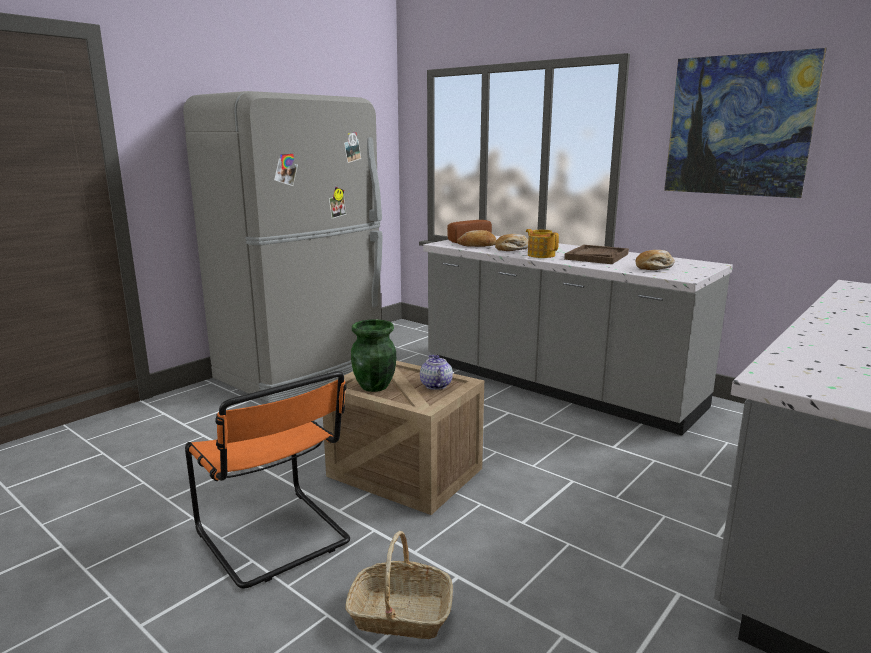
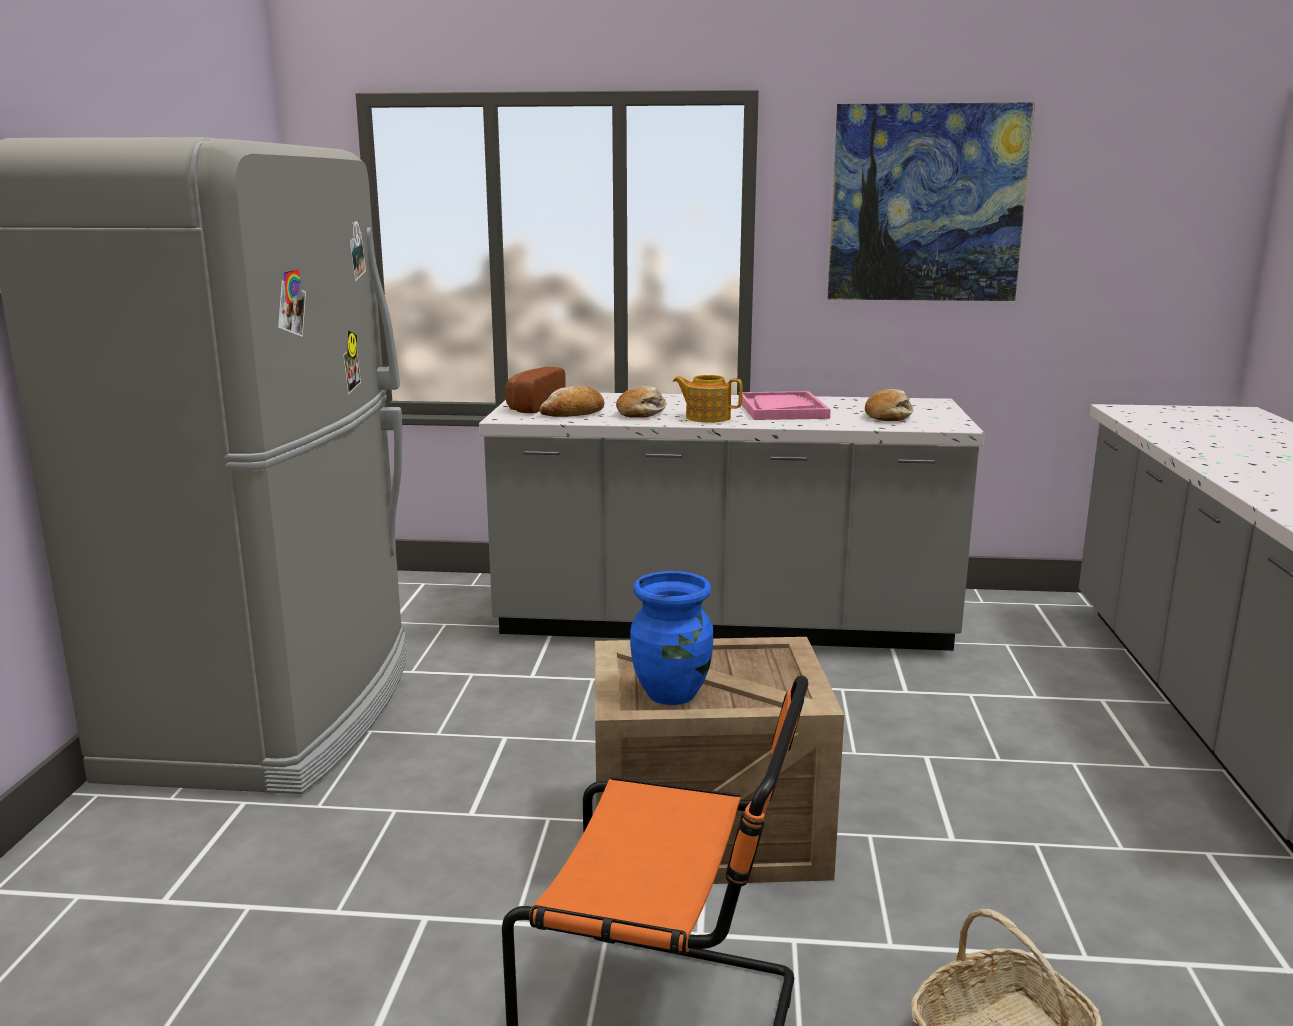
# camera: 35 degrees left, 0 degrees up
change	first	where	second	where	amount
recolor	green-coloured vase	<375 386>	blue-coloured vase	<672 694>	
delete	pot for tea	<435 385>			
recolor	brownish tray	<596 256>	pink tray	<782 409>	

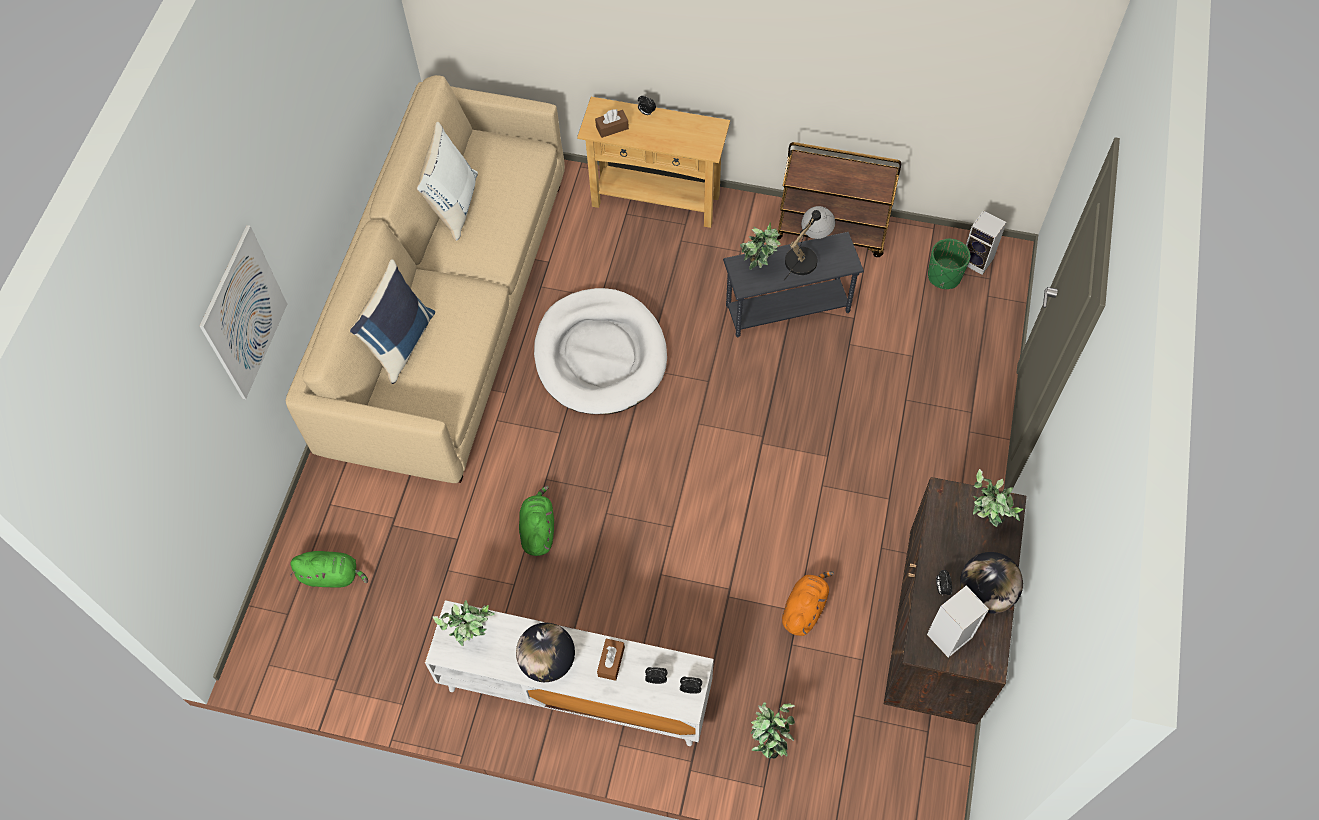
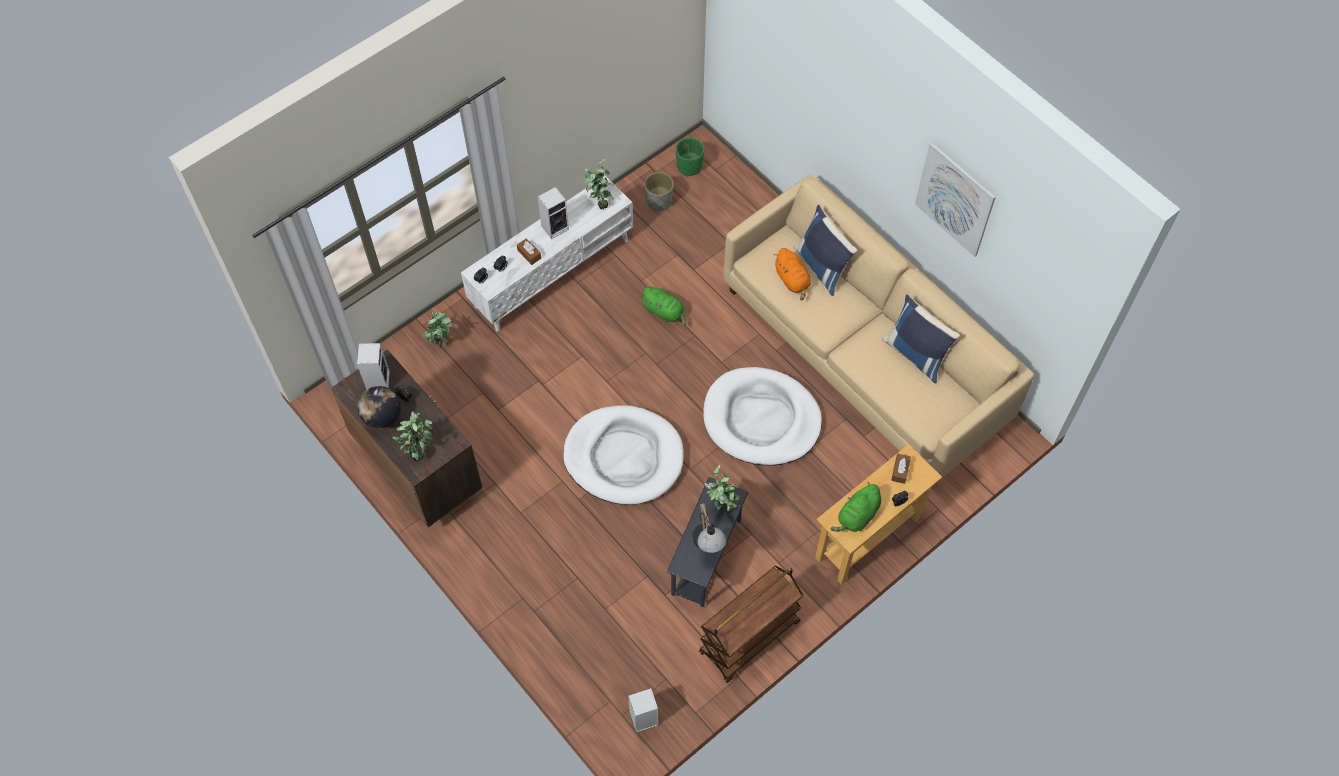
# camera: 125 degrees right, 0 degrees up
change	first	where	second	where	amount
move	picture	<244 314>		<954 199>	
move	green-coloured plush toy	<332 575>		<857 516>	
recolor	white throw pillow	<453 205>	blue-coloured throw pillow	<916 354>	
replace	world globe	<548 661>	speaker	<555 227>	
move	orange plush toy	<804 609>		<792 280>	
move	green-coloured plant pot	<944 276>		<689 167>	
insert			white pet bed	<624 457>	
insert			gray plant pot	<658 201>	

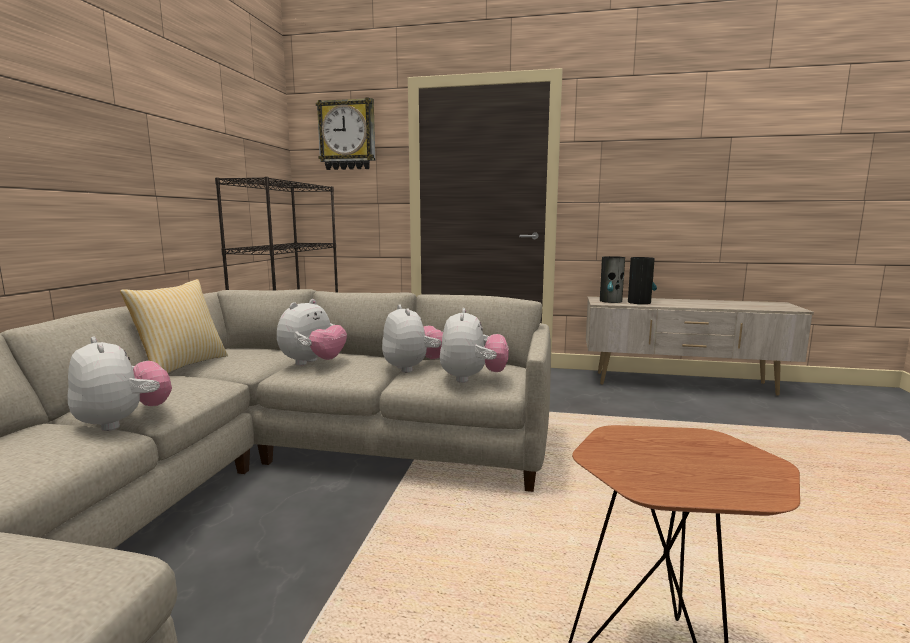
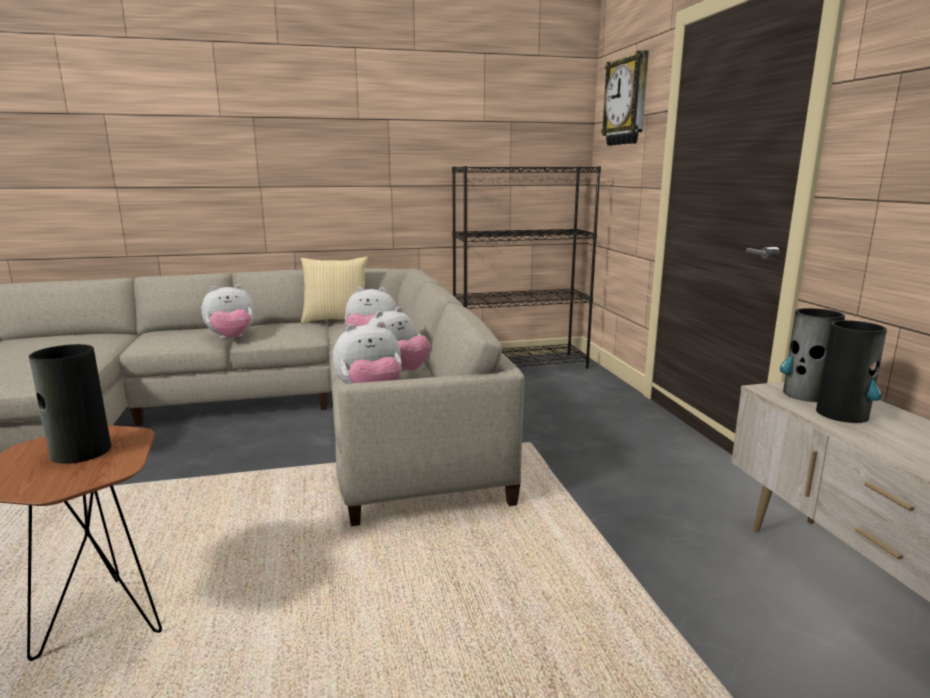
# camera: 65 degrees right, 5 degrees up
change	first	where	second	where	amount
rotate	plush toy	<123 422>		<232 339>	45 degrees clockwise
insert			vase	<80 452>	

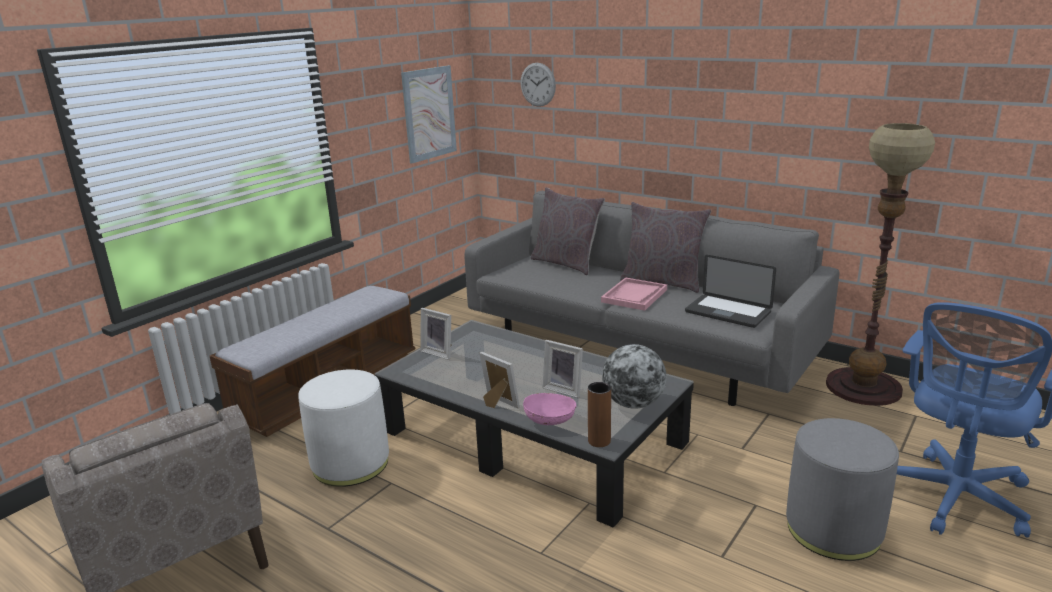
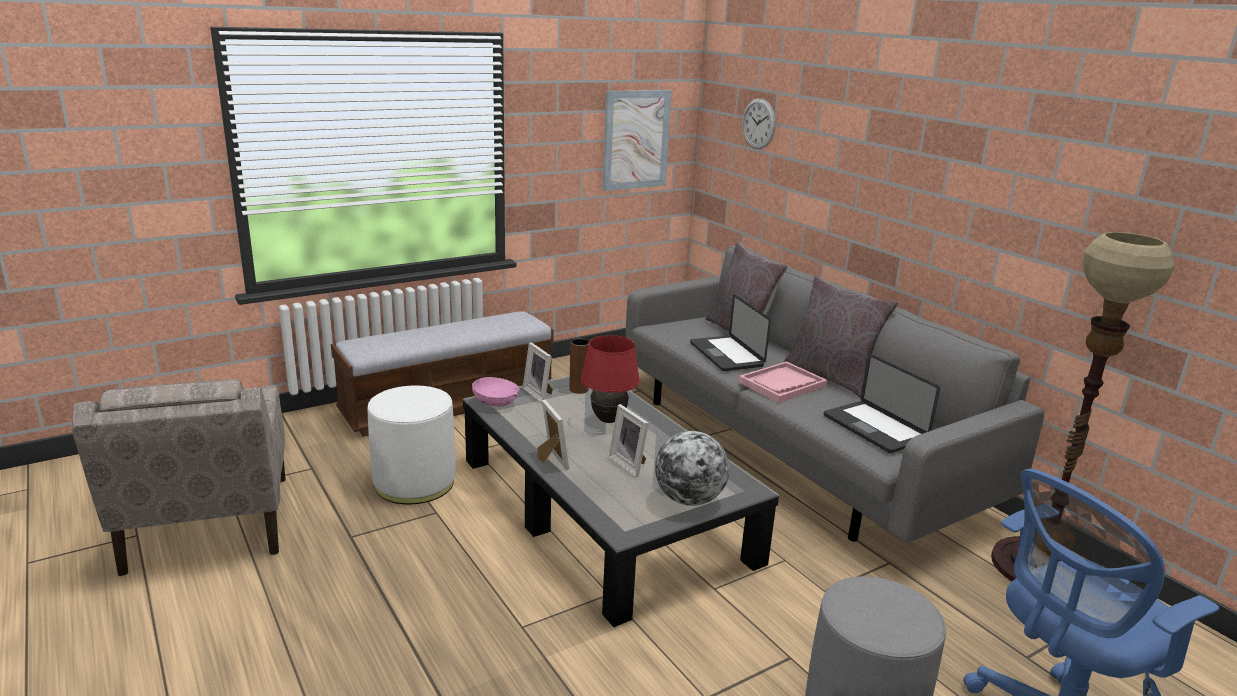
# camera: 20 degrees right, 0 degrees up
change	first	where	second	where	amount
move	pink bowl	<550 420>		<496 403>	
move	brownish vase	<599 441>		<578 389>	
insert			reddish tabletop lamp	<608 420>	
insert			portable computer	<726 355>	

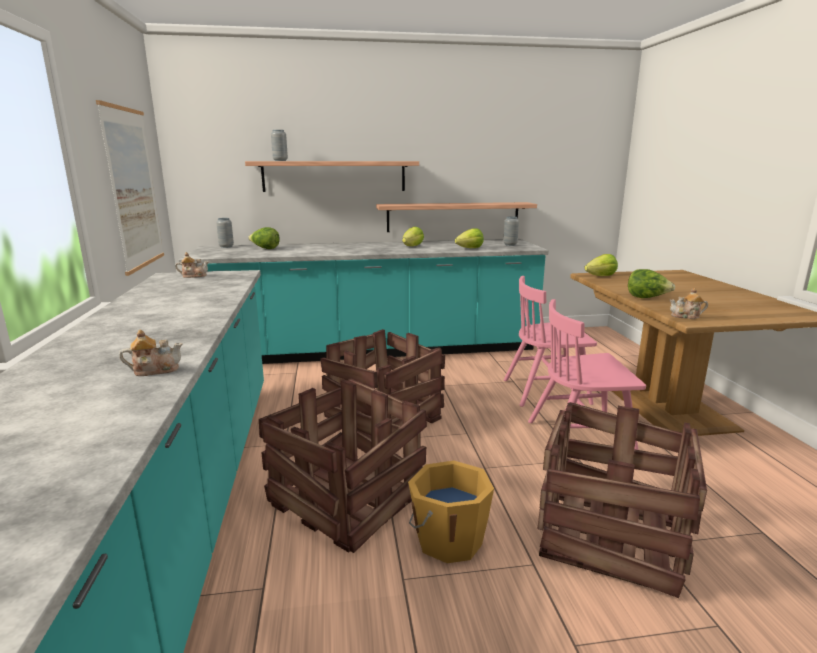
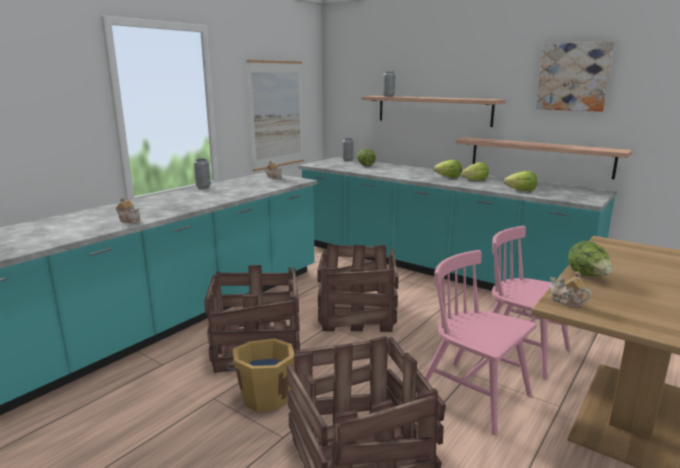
# camera: 45 degrees right, 0 degrees up
change	first	where	second	where	amount
move	gray vase	<510 244>		<203 187>	
move	head of lettuce	<601 276>		<448 177>	
insert			picture	<573 77>	

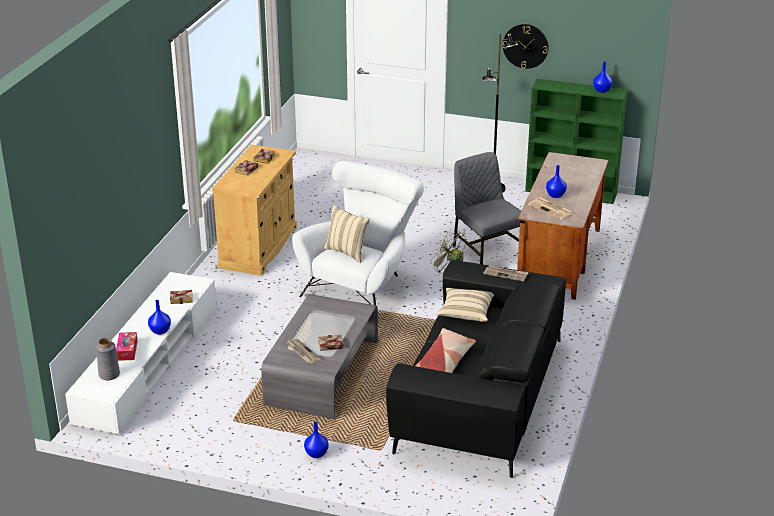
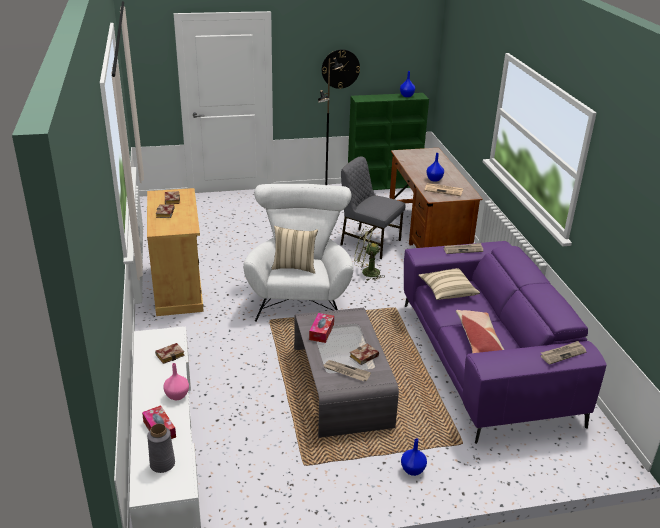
# camera: 30 degrees left, 0 degrees up
change	first	where	second	where	amount
recolor	blue-coloured vase	<159 331>	pink vase	<176 396>	
recolor	blackish sofa	<479 394>	purplish sofa	<485 361>	
insert			tissue holder	<321 332>	
insert			newspaper	<563 353>	

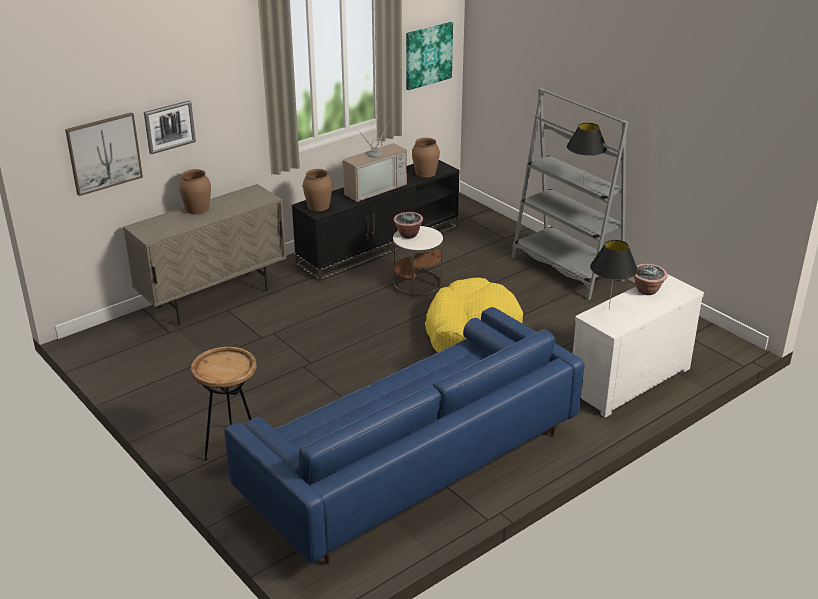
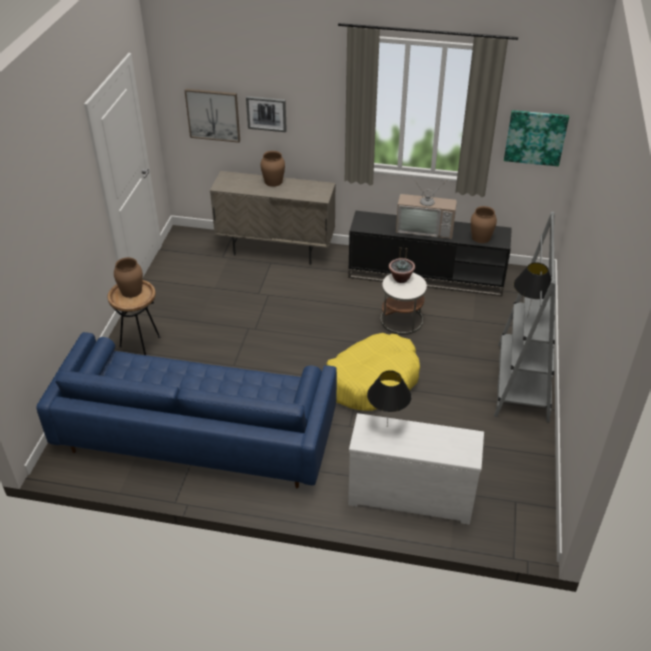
# camera: 50 degrees right, 10 degrees up
change	first	where	second	where	amount
move	brownish vase	<318 206>		<131 291>	
delete	houseplant	<647 290>			

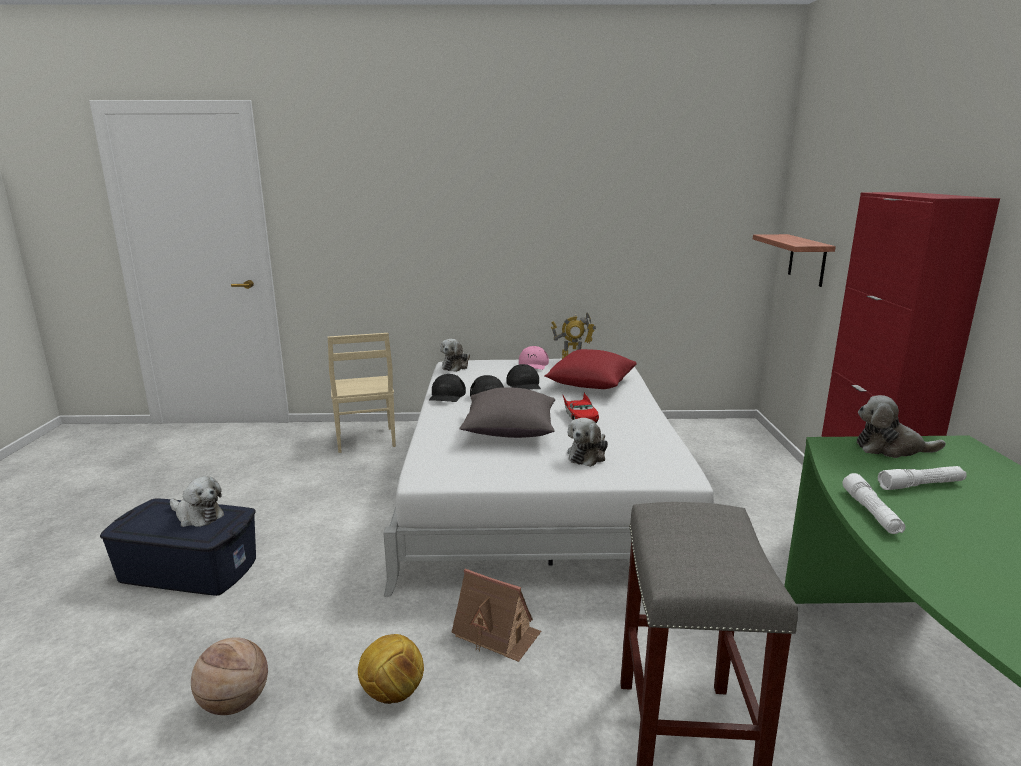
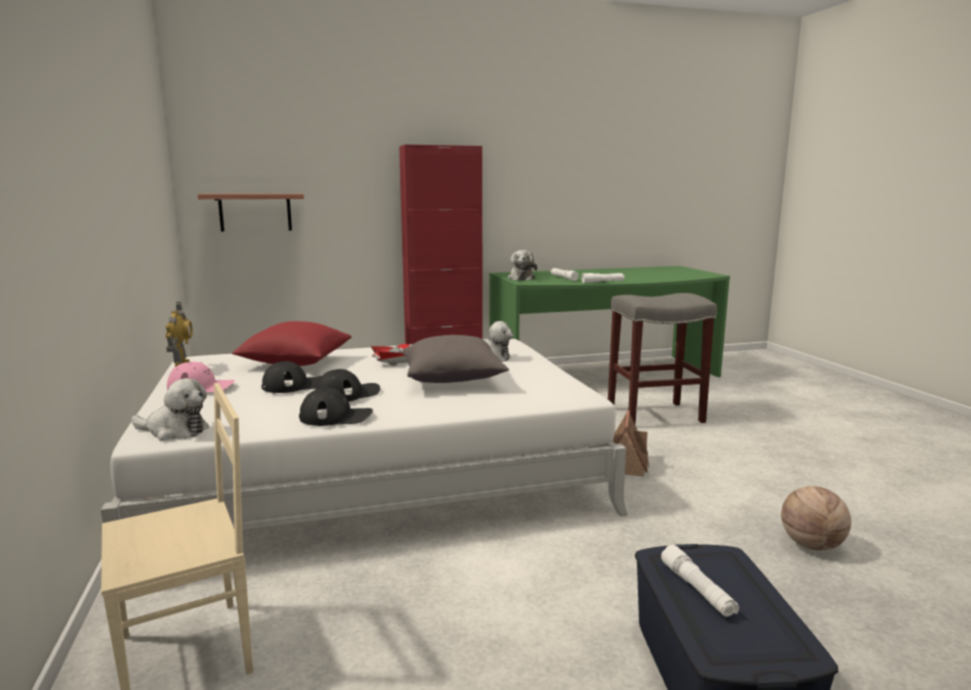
# camera: 105 degrees left, 5 degrees down
change	first	where	second	where	amount
replace	plush toy	<197 516>	white flashlight	<697 590>	
delete	ball for football	<392 693>			

